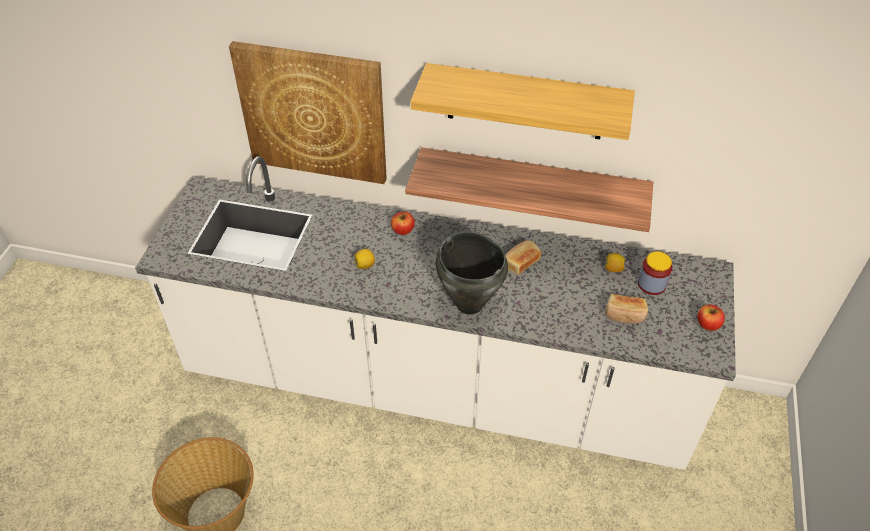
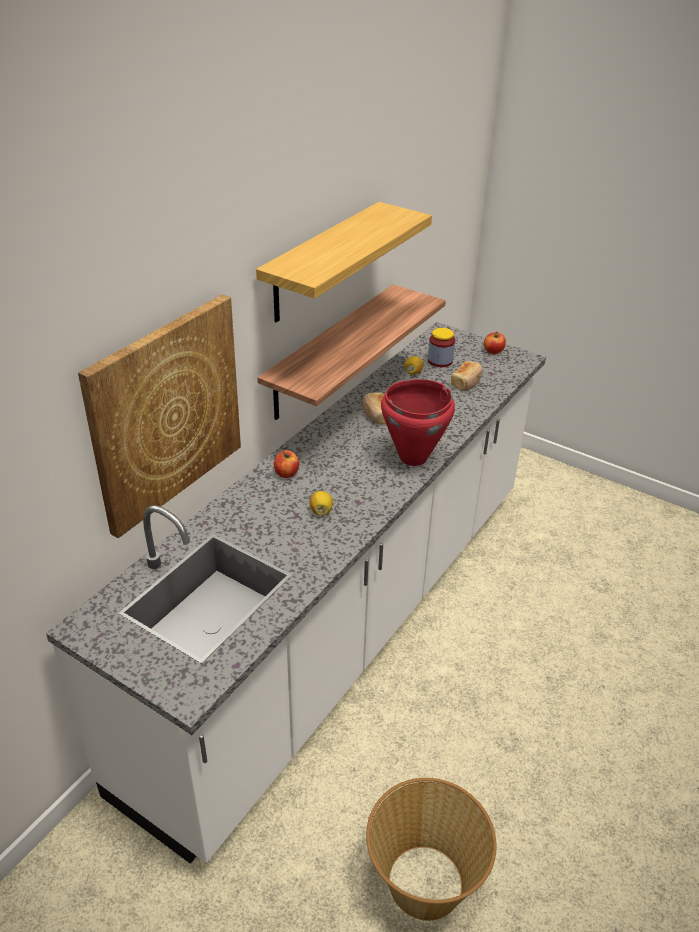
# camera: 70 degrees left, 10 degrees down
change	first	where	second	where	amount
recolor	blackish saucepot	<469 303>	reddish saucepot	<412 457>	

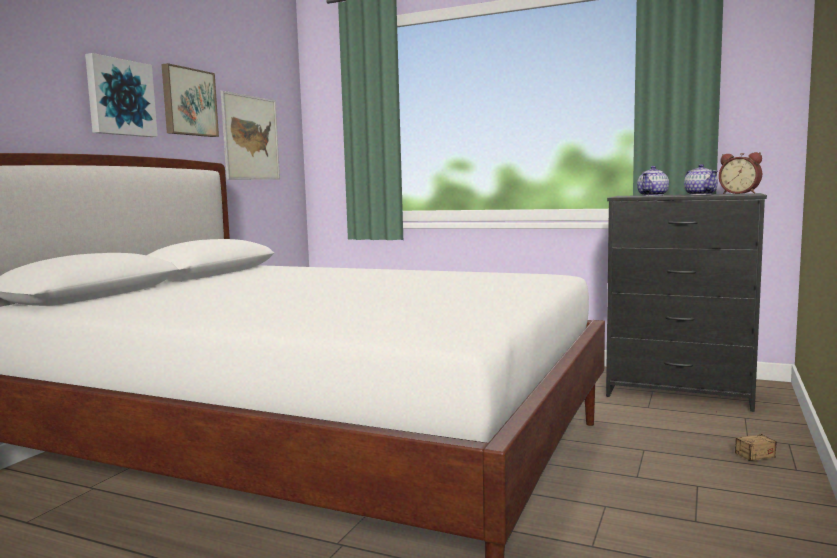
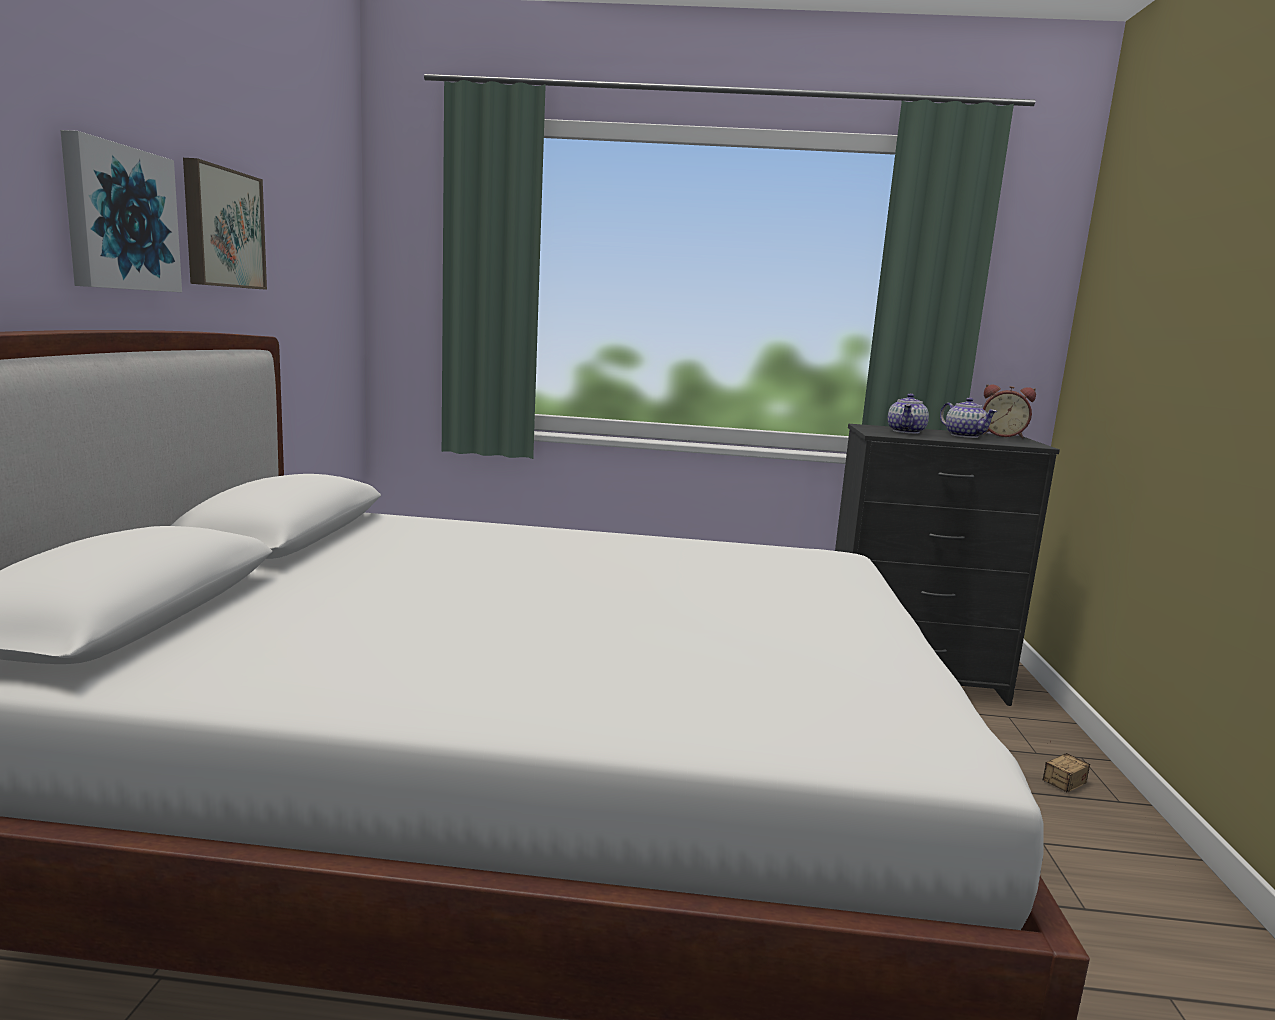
# camera: 20 degrees left, 5 degrees up
change	first	where	second	where	amount
delete	picture	<251 138>			

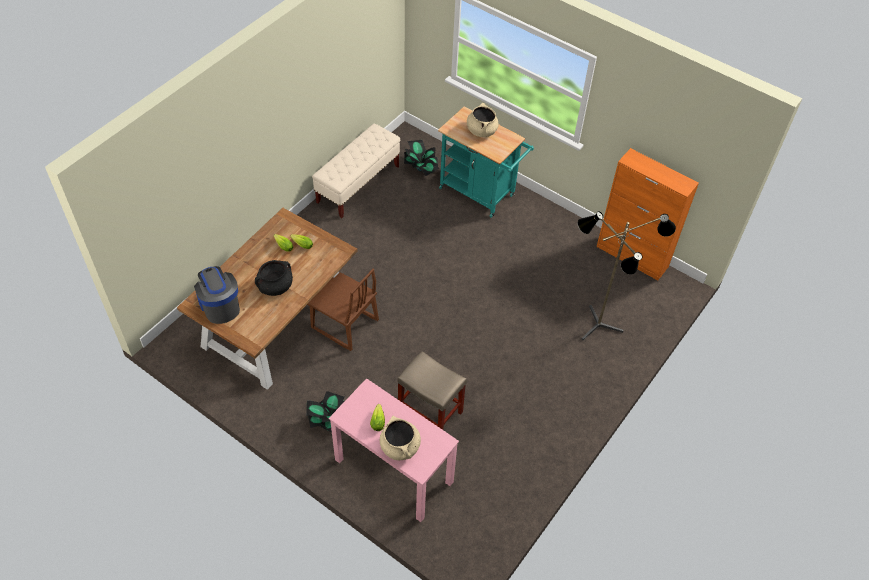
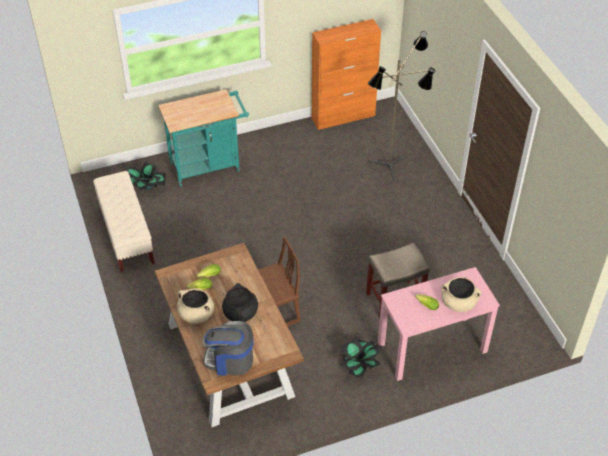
# camera: 55 degrees left, 5 degrees down
change	first	where	second	where	amount
move	sand-coloured saucepot	<481 131>		<196 314>	

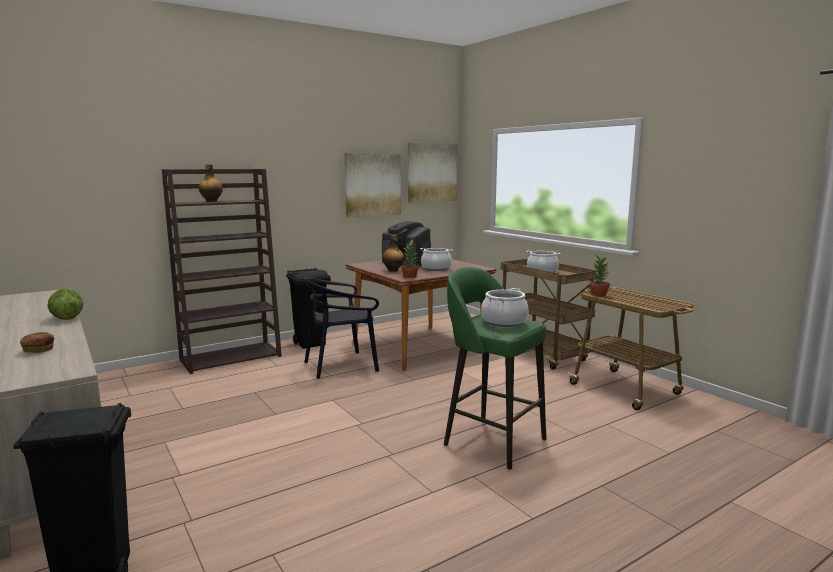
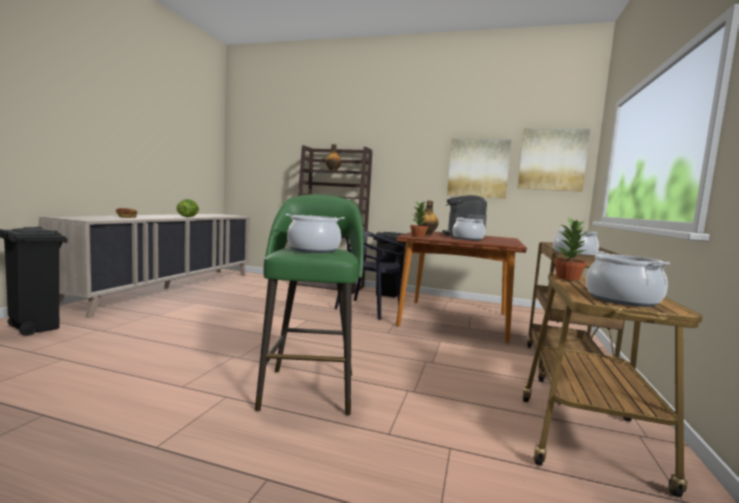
# camera: 50 degrees right, 5 degrees down
change	first	where	second	where	amount
insert			saucepot	<622 300>	

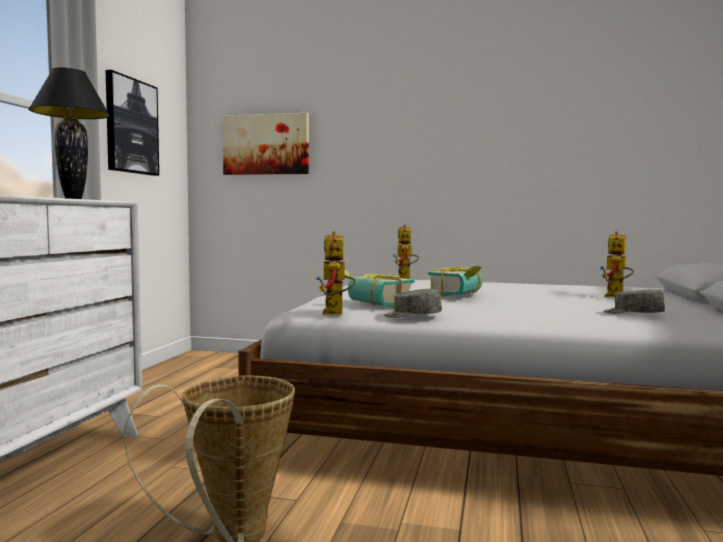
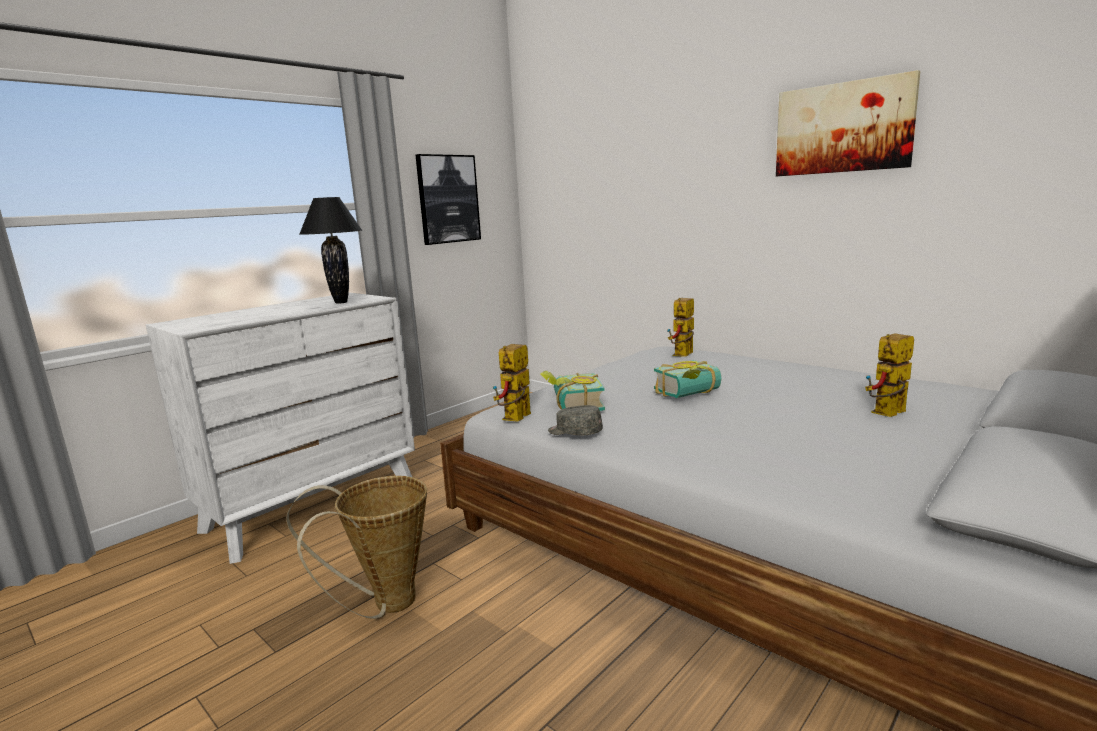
# camera: 30 degrees right, 10 degrees up
change	first	where	second	where	amount
move	picture	<266 144>		<843 128>	
delete	gray cap	<633 314>			

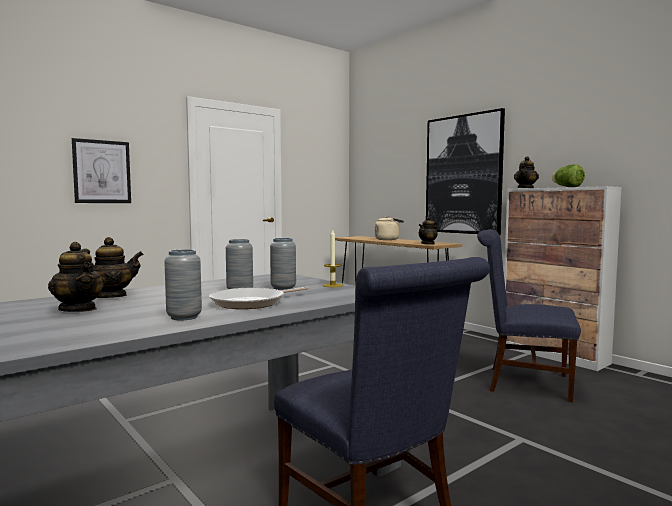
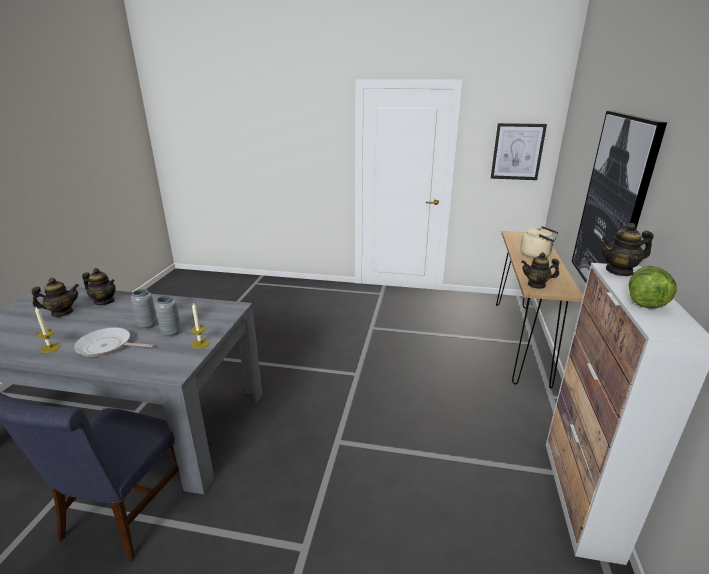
# camera: 50 degrees right, 20 degrees up
change	first	where	second	where	amount
rotate	pot for tea	<78 309>		<62 313>	120 degrees counterclockwise
move	picture	<102 171>		<517 151>	
replace	gray vase	<184 317>	wax candle	<50 348>	
delete	blue-coloured plain chair	<522 382>			

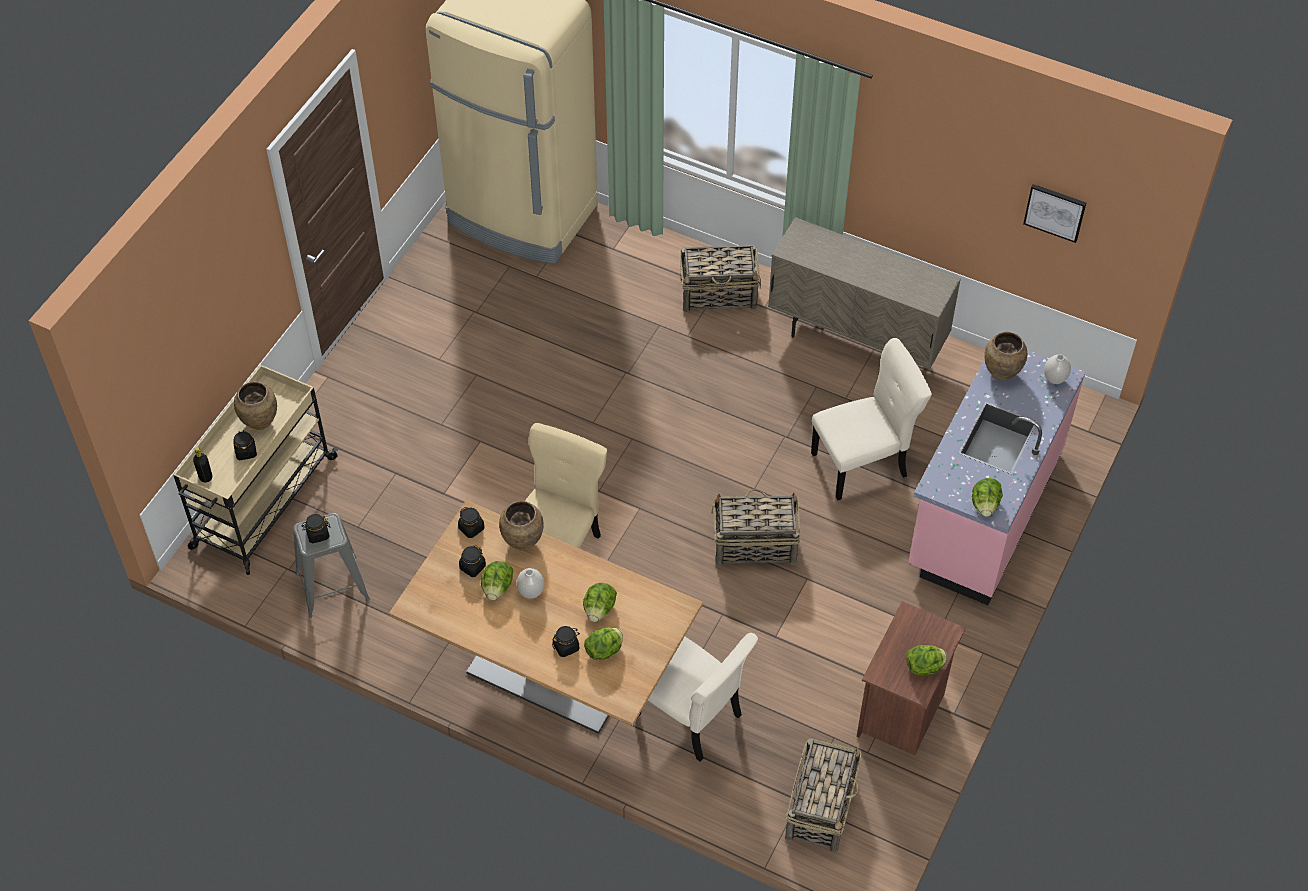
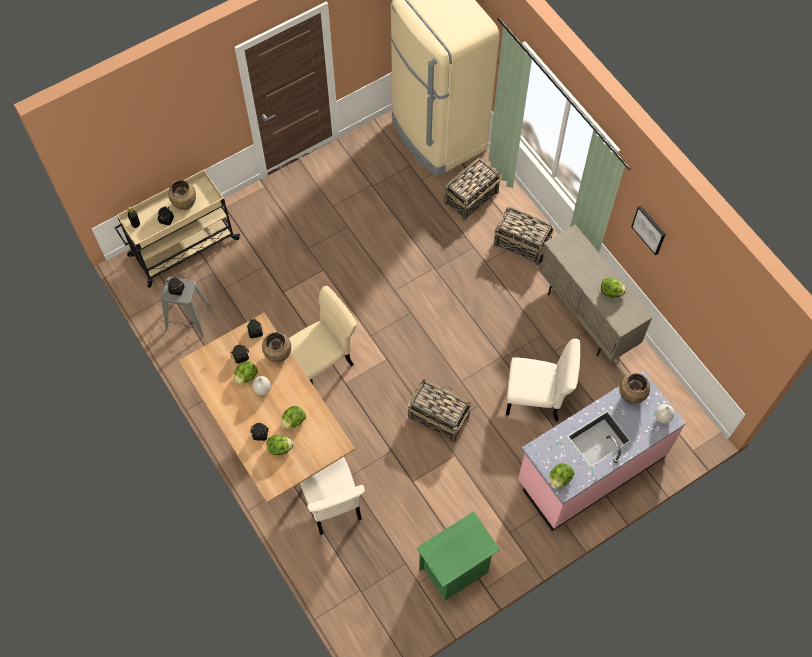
# camera: 30 degrees right, 10 degrees up
change	first	where	second	where	amount
move	household basket	<821 807>		<471 197>	
recolor	brownish bedside table	<902 713>	green-coloured bedside table	<455 570>	
move	head of lettuce	<925 667>		<611 292>	
move	picture	<1055 211>		<649 229>	

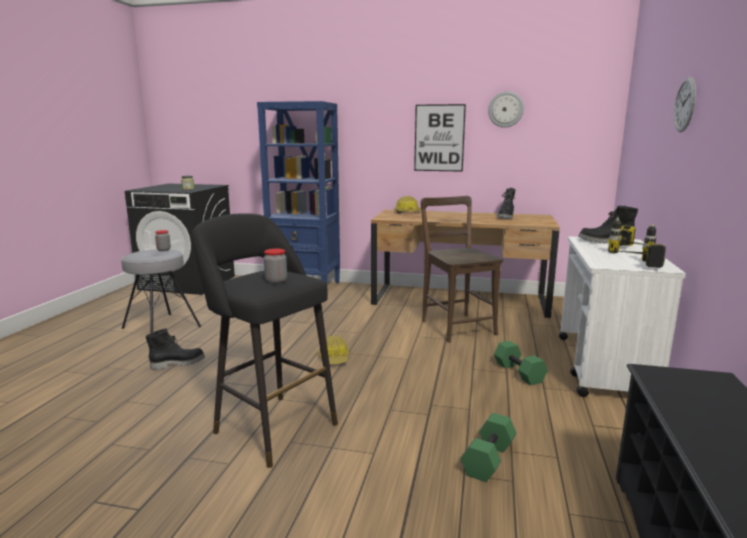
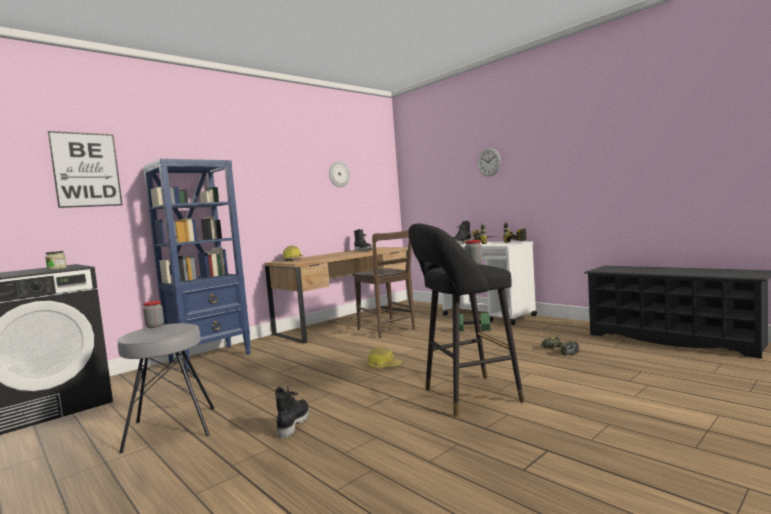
# camera: 55 degrees left, 10 degrees down
change	first	where	second	where	amount
move	picture	<439 138>		<86 170>	
rotate	brownish plain chair	<456 326>		<387 330>	135 degrees counterclockwise
replace	green-coloured dumbbell	<489 460>	drill	<558 351>	

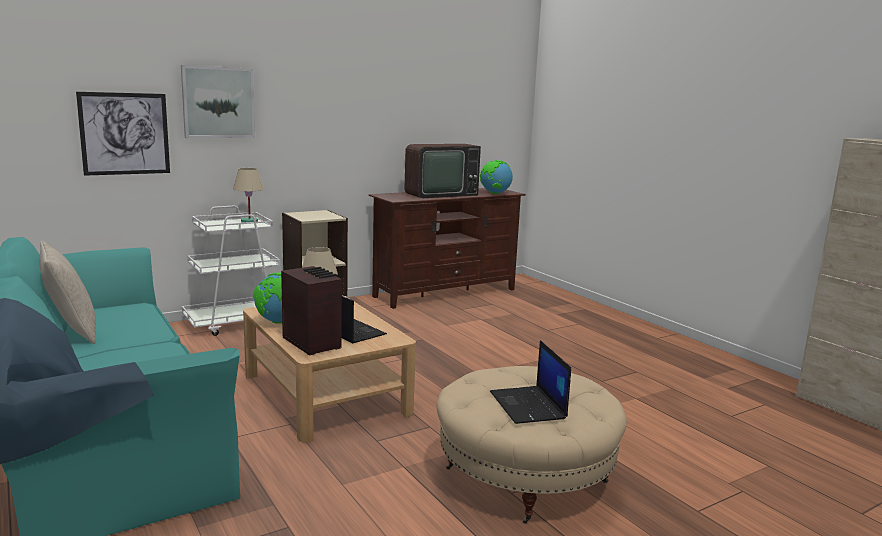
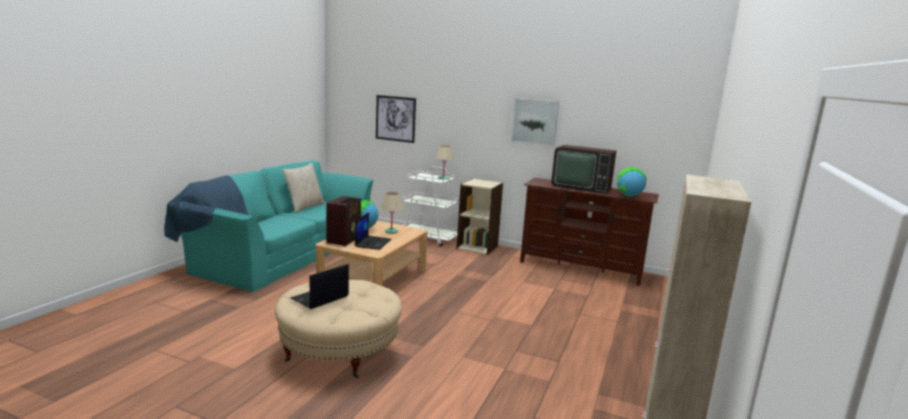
# camera: 55 degrees right, 0 degrees up
change	first	where	second	where	amount
move	picture	<218 102>		<534 121>	

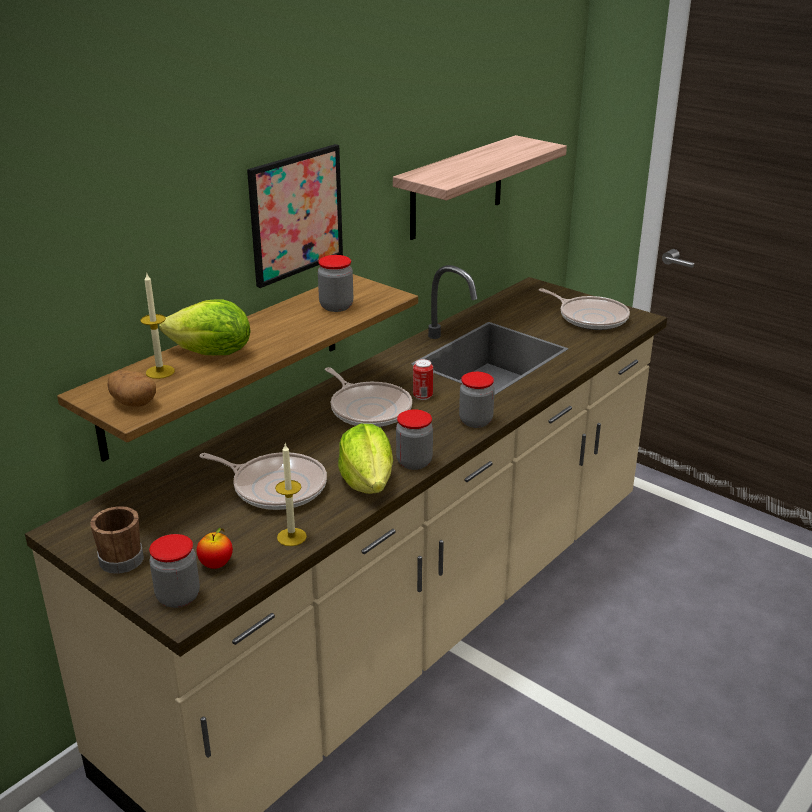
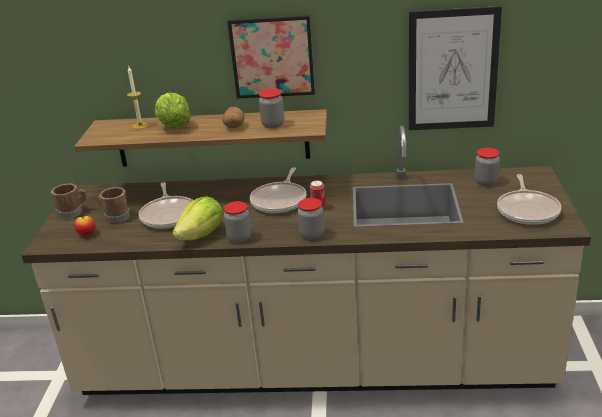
# camera: 55 degrees right, 0 degrees up
change	first	where	second	where	amount
move	whole potato	<133 403>		<234 126>	
move	storage jar	<178 597>		<486 182>	
delete	wax candle	<291 537>			
replace	bracket shelf	<457 188>	picture	<452 70>	
insert			brownish coffee mug	<115 217>	

